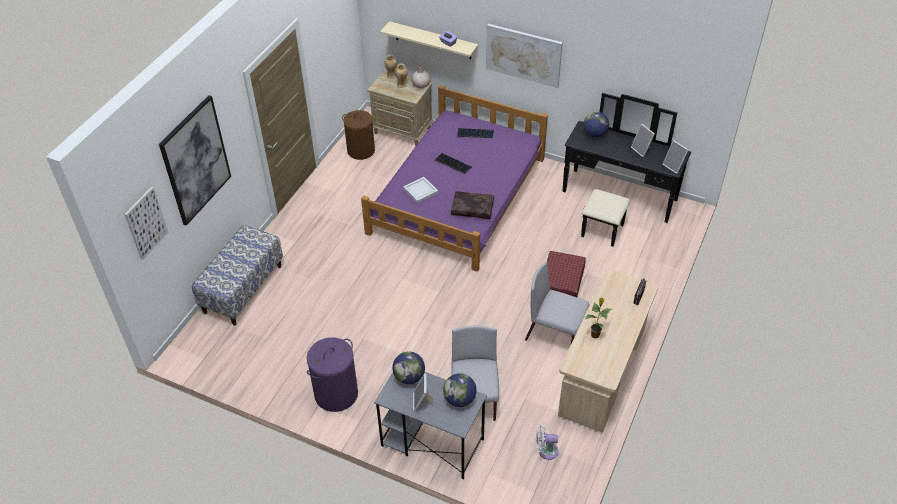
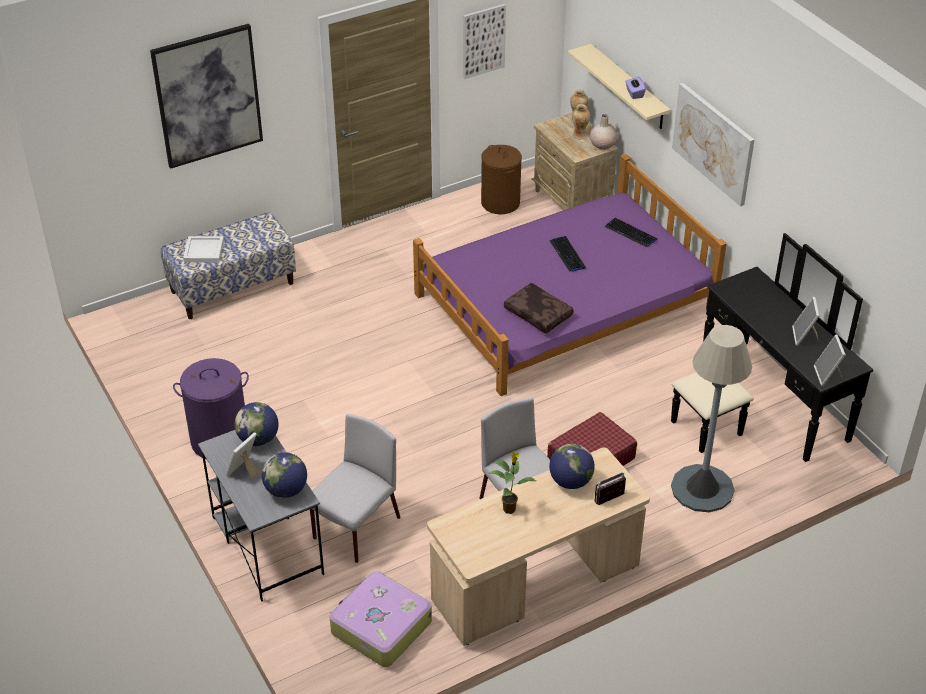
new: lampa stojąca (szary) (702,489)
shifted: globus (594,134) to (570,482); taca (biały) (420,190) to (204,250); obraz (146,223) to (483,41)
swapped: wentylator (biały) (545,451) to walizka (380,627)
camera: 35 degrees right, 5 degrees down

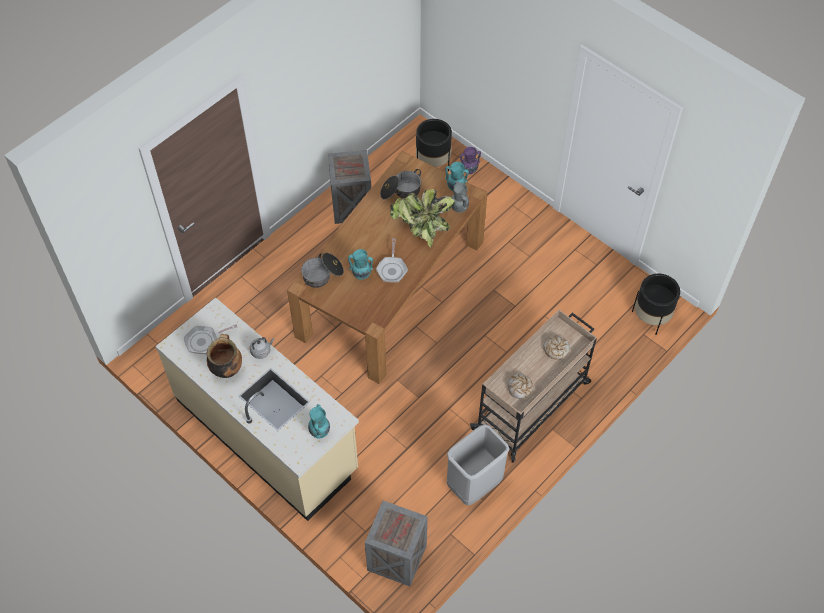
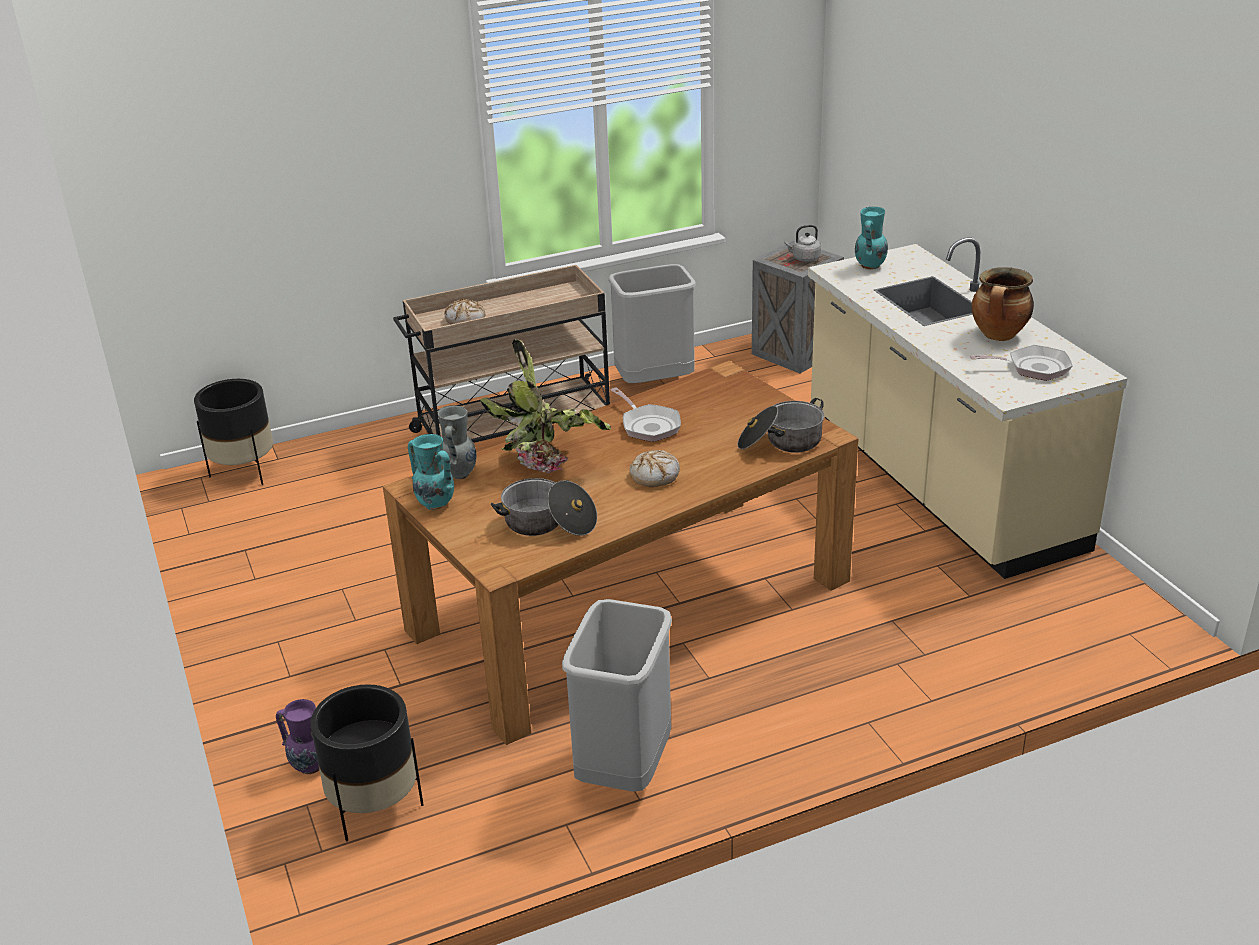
gone: wazon (turkusowy) (361,275)
shifted: czajnik (szary) (262,351) to (804,258); chleb (520,388) to (655,475)
swapped: skrzynka (351,206) to kosz na śmieci (szary) (625,770)
rotated: patelnia (392,269) = (648,425) 120 degrees clockwise
camera: 155 degrees left, 25 degrees down

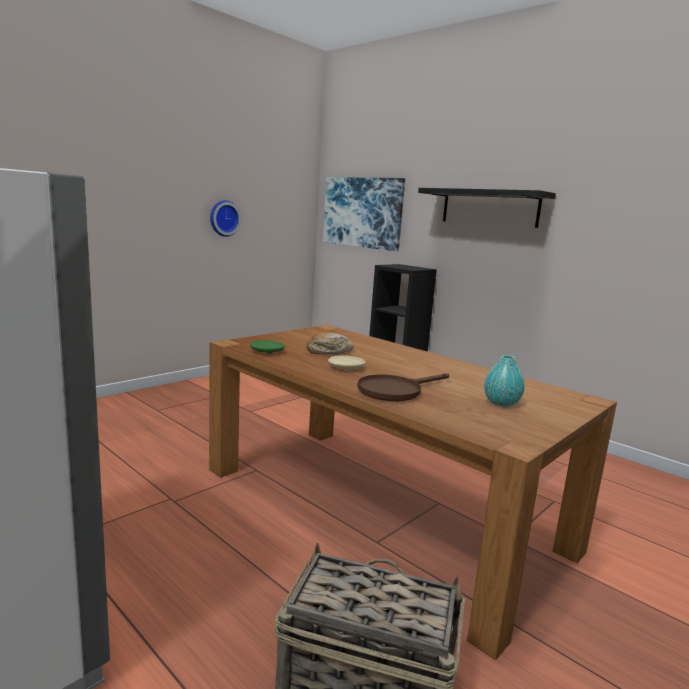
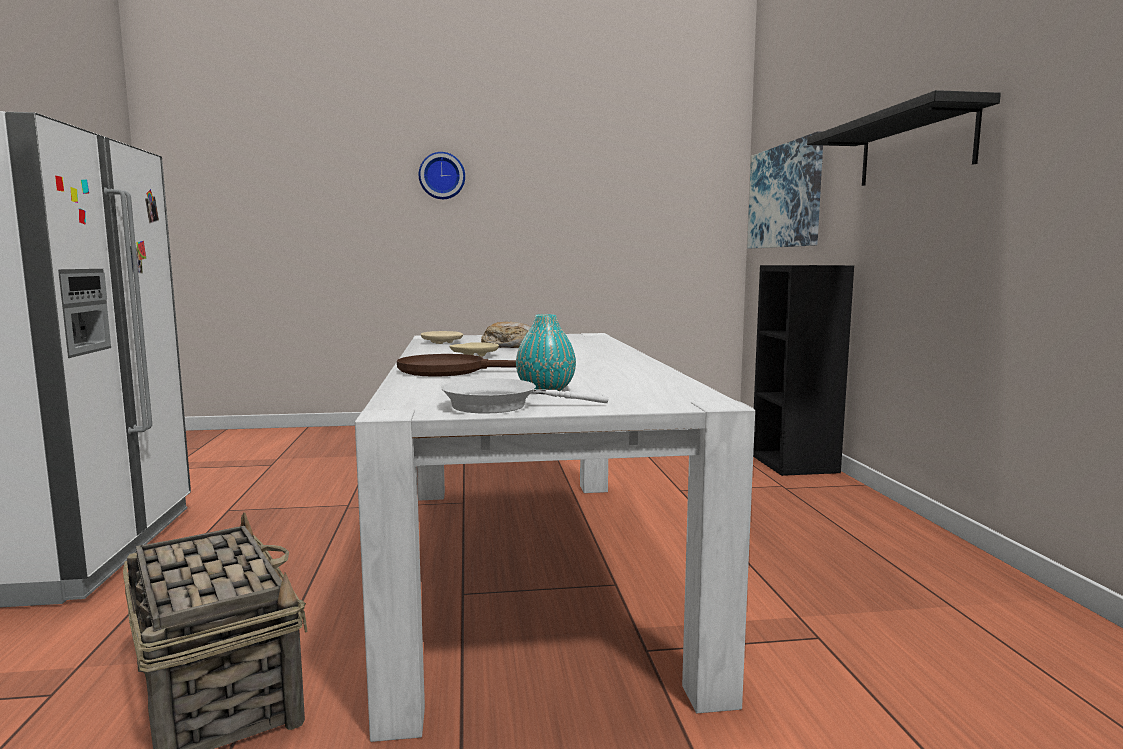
new: patelnia (biały) (498,406)
shifted: zegar ścienny (223,218) to (442,176)
repainted: stół jadalny (brązowy) (379,507) to stół jadalny (biały) (529,566); talerz (zielony) (267,351) to talerz (beżowy) (442,342)
camera: 40 degrees right, 5 degrees down

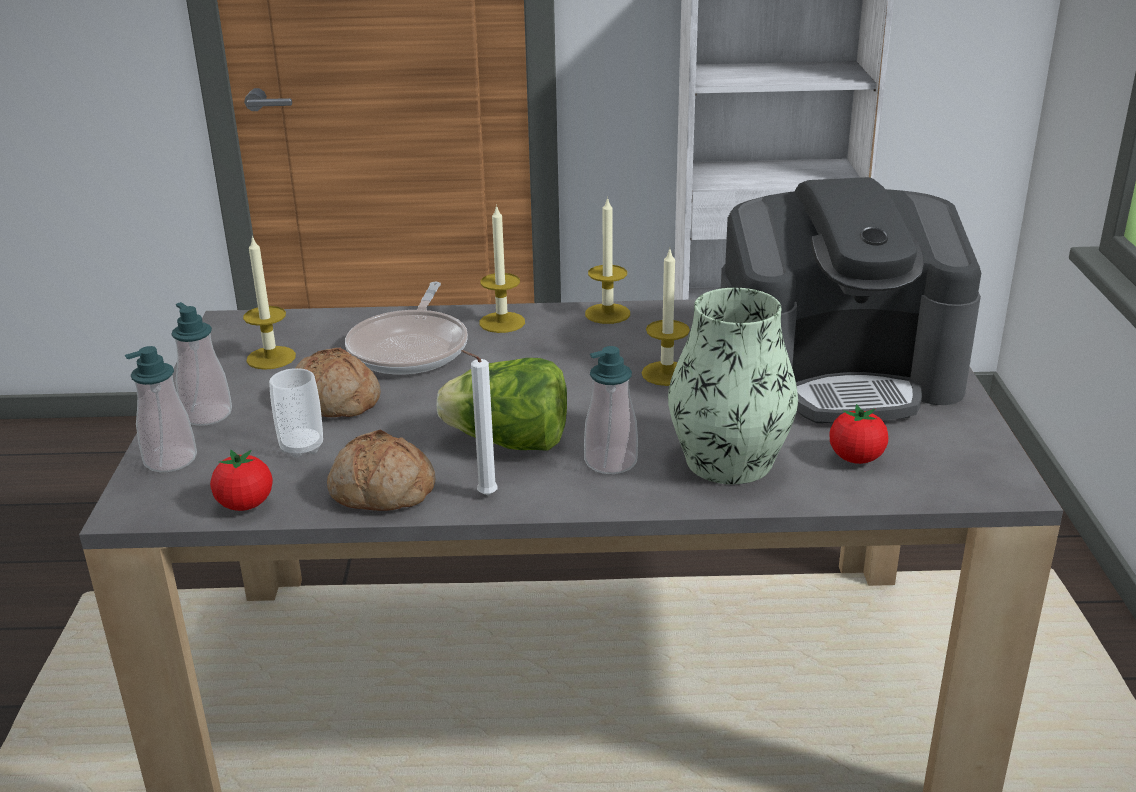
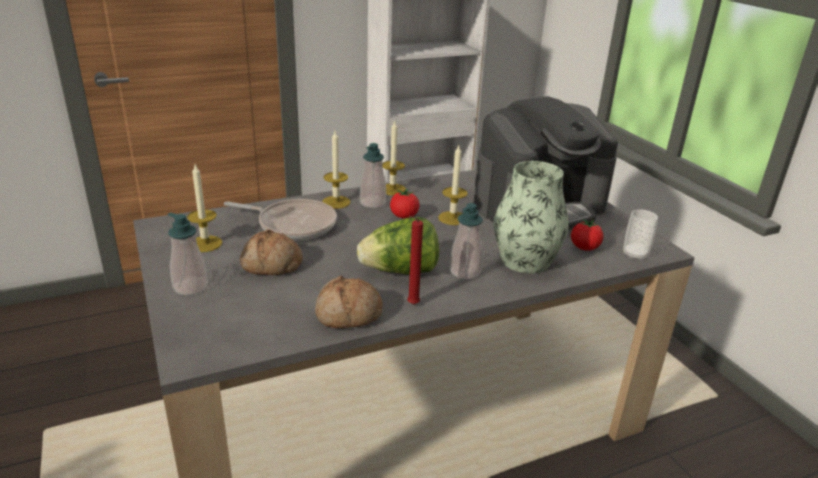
shifted: dozownik mydła (170,460) to (373,203); filiżanka (302,447) to (635,255); pomidor (245,505) to (404,216)
repainted: świeca (biały) (484,496) to świeca (czerwony) (411,305)
rotated: patelnia (411,348) = (293,224) 60 degrees counterclockwise
camera: 25 degrees left, 0 degrees up

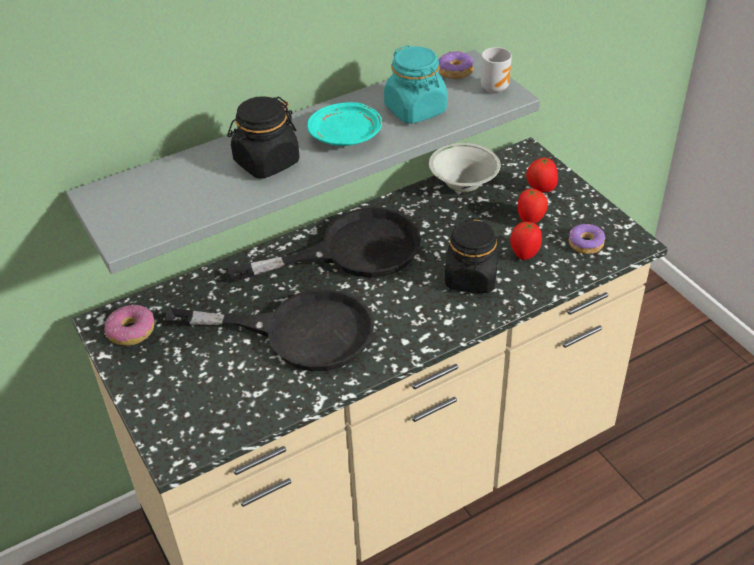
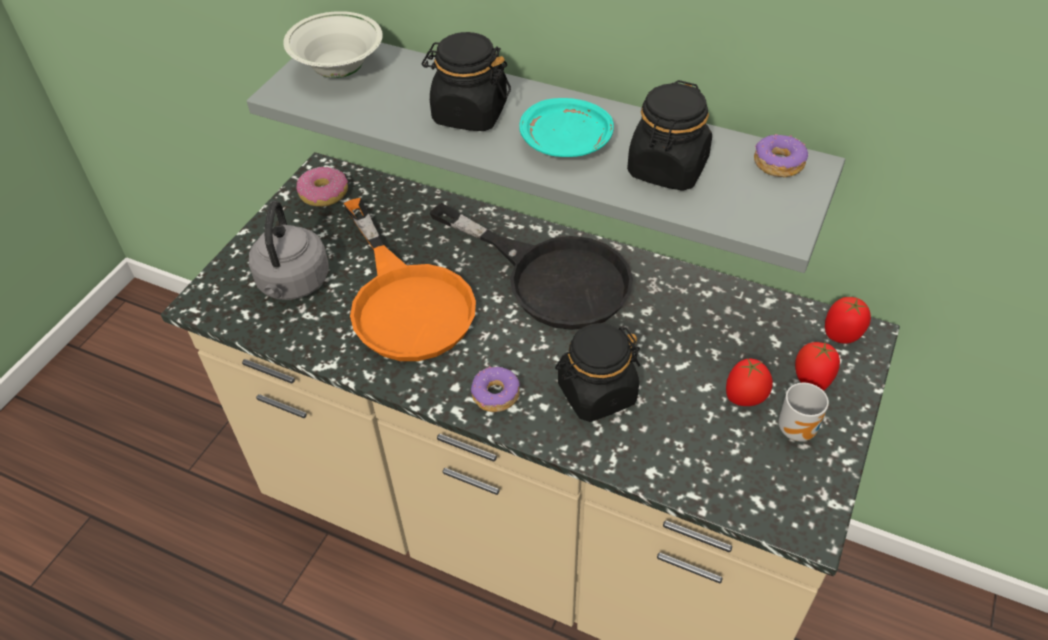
new: czajnik (szary) (293,284)
shifted: kubek (495,87) to (799,429); miska (biały) (463,185) to (339,70); pomidor (524,253) to (842,335); donut (586,244) to (495,395)
repainted: słoik (turkusowy) (416,110) to słoik (czarny) (667,169); patelnia (czarny) (299,332) to patelnia (pomarańczowy) (405,300)
camera: 55 degrees right, 5 degrees up

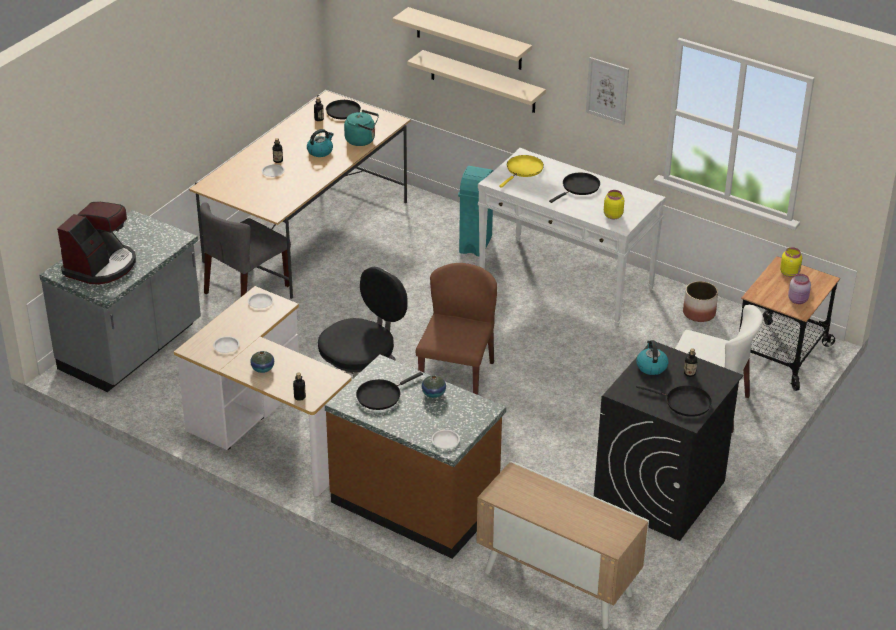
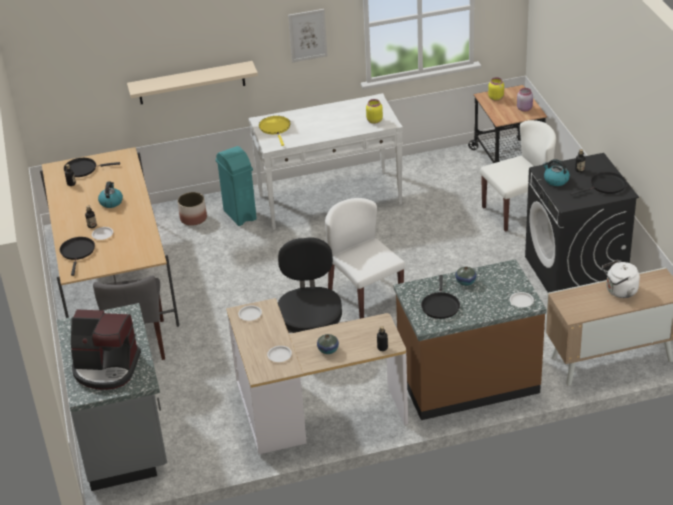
gone: półka (beżowy) (468,39); czajnik (turkusowy) (362,140)
new: czajnik (biały) (619,291)
shifted: patelnia (czarny) (579,187) to (77,252); donica (699,313) to (193,218)
repainted: krzesło (brązowy) (456,378) to krzesło (biały) (365,296)
rotated: ekspres do kawy (101,266) = (106,368) 120 degrees clockwise
camera: 45 degrees left, 0 degrees up

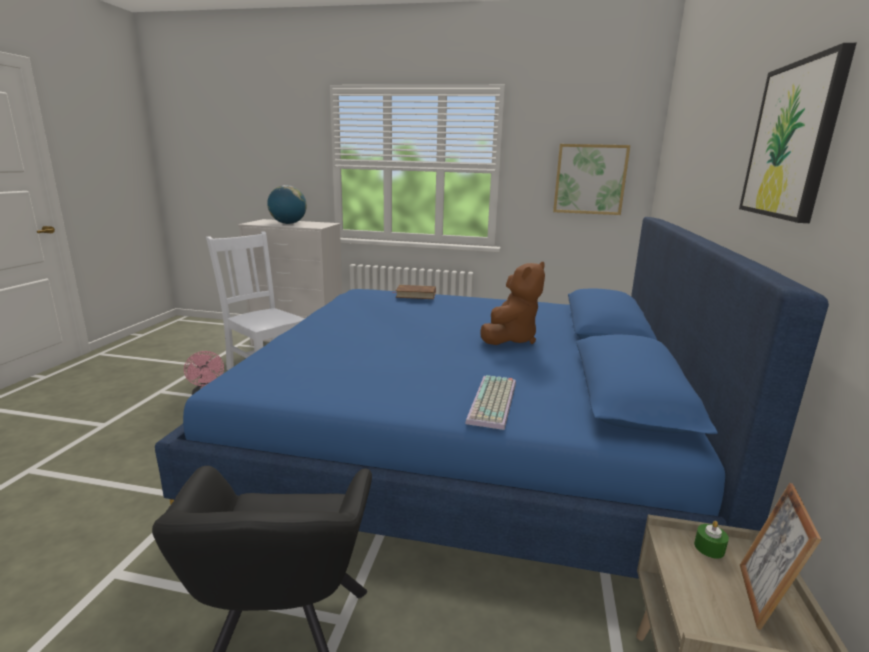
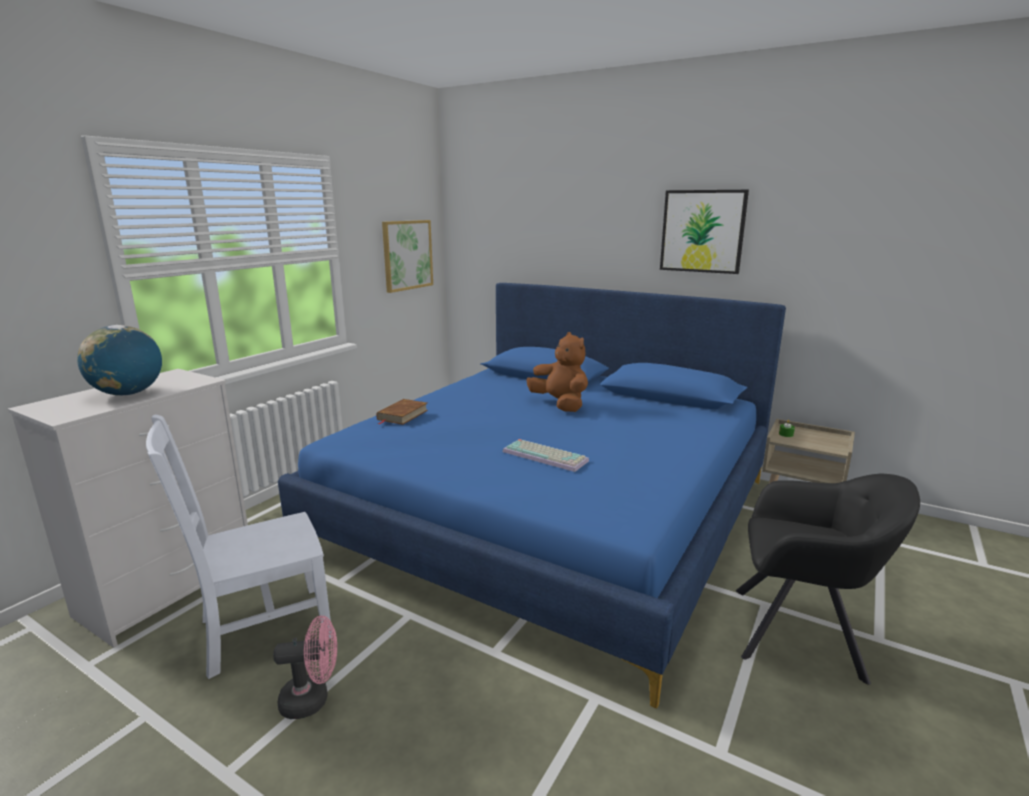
gone: ramka na zdjęcie (762,598)
shifted: klawiatura (494,402) to (546,456)
camera: 70 degrees left, 0 degrees up

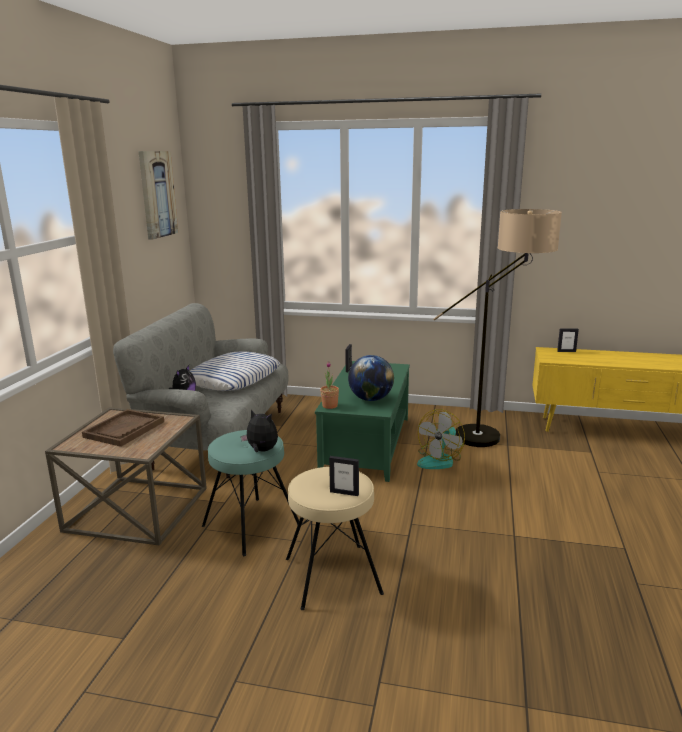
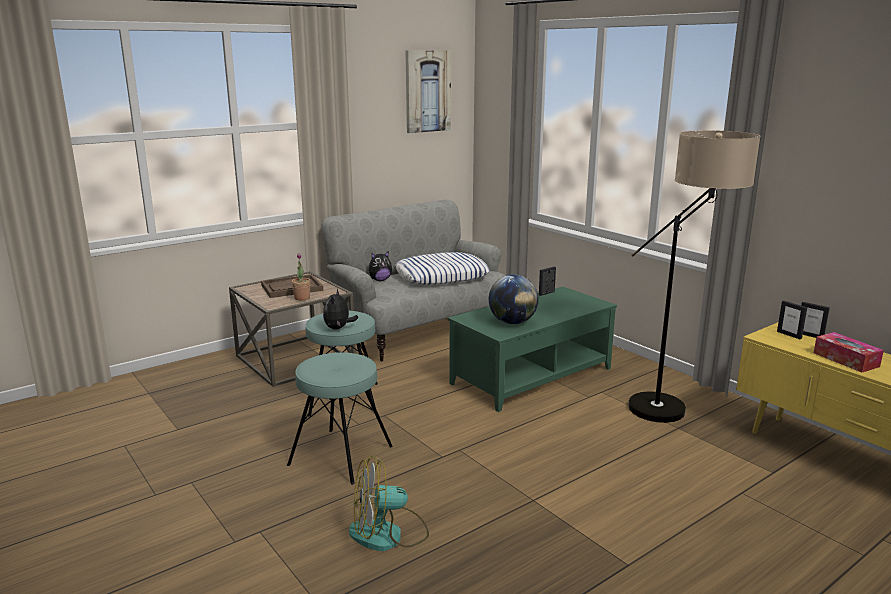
new: pudełko chusteczek (846,359)
shifted: roślina doniczkowa (329,406) to (302,298); wentylator (440,460) to (388,534); ramka na zdjęcie (344,493) to (789,335)
repainted: stołek (beżowy) (332,575) to stołek (turkusowy) (341,455)
rotated: pluszak (261,451) = (338,328) 150 degrees counterclockwise
camera: 40 degrees right, 0 degrees up

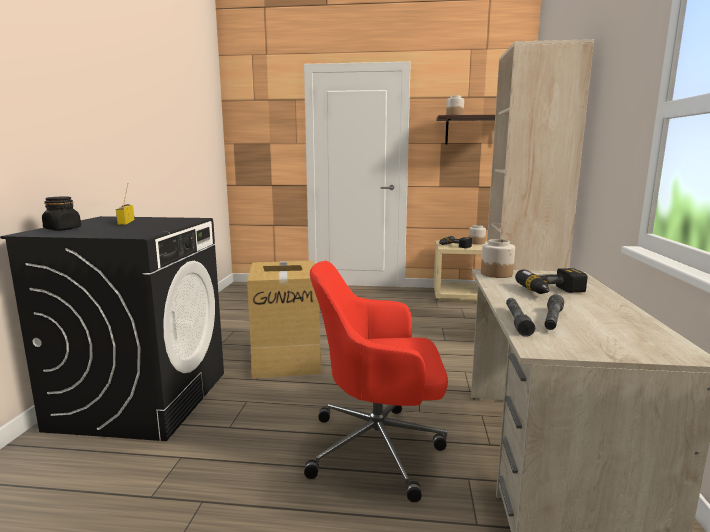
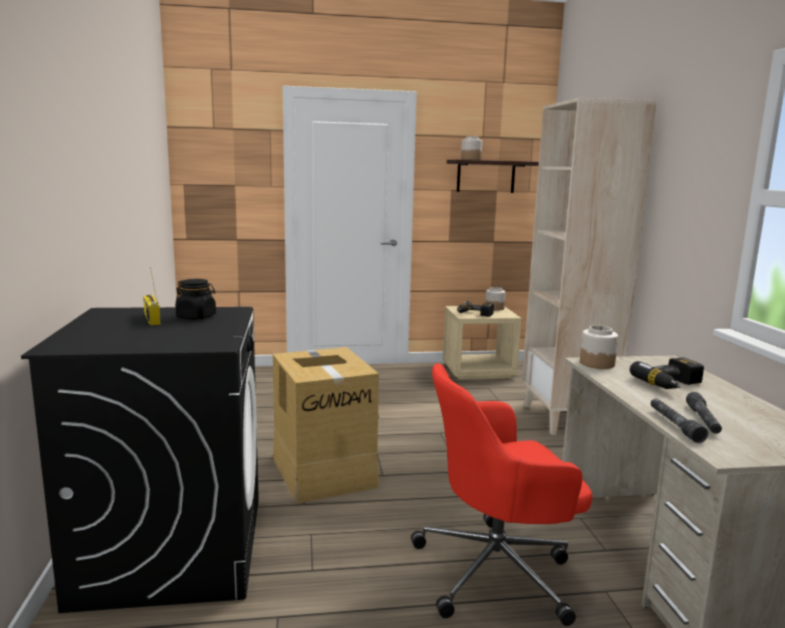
shifted: słoik (czarny) (63,229) to (196,317)
camera: 15 degrees left, 0 degrees up

